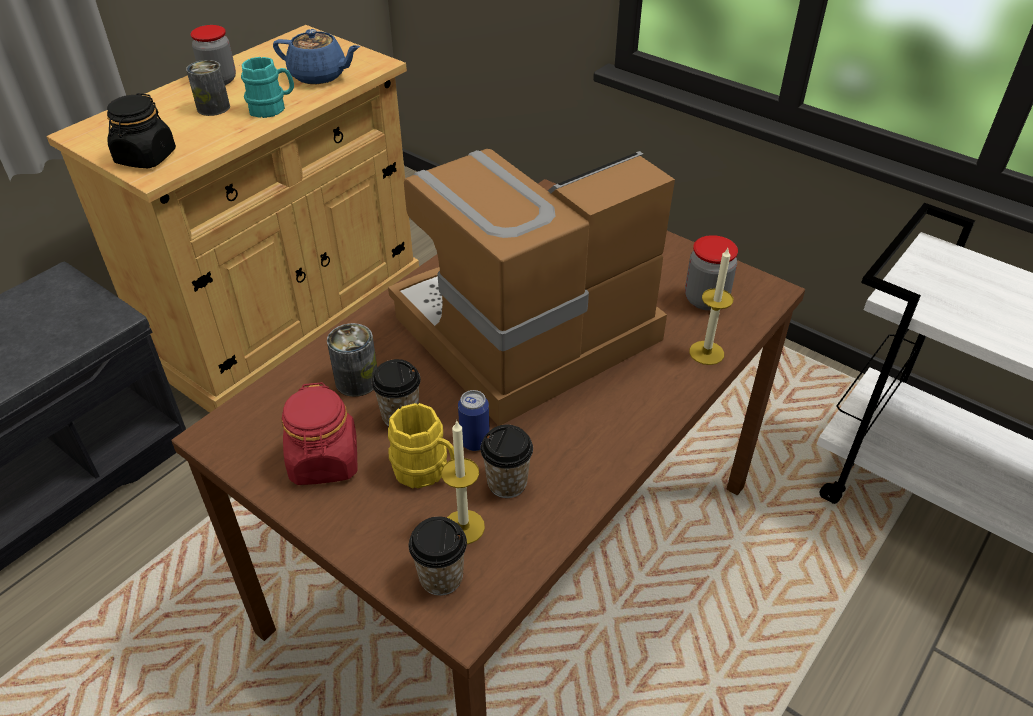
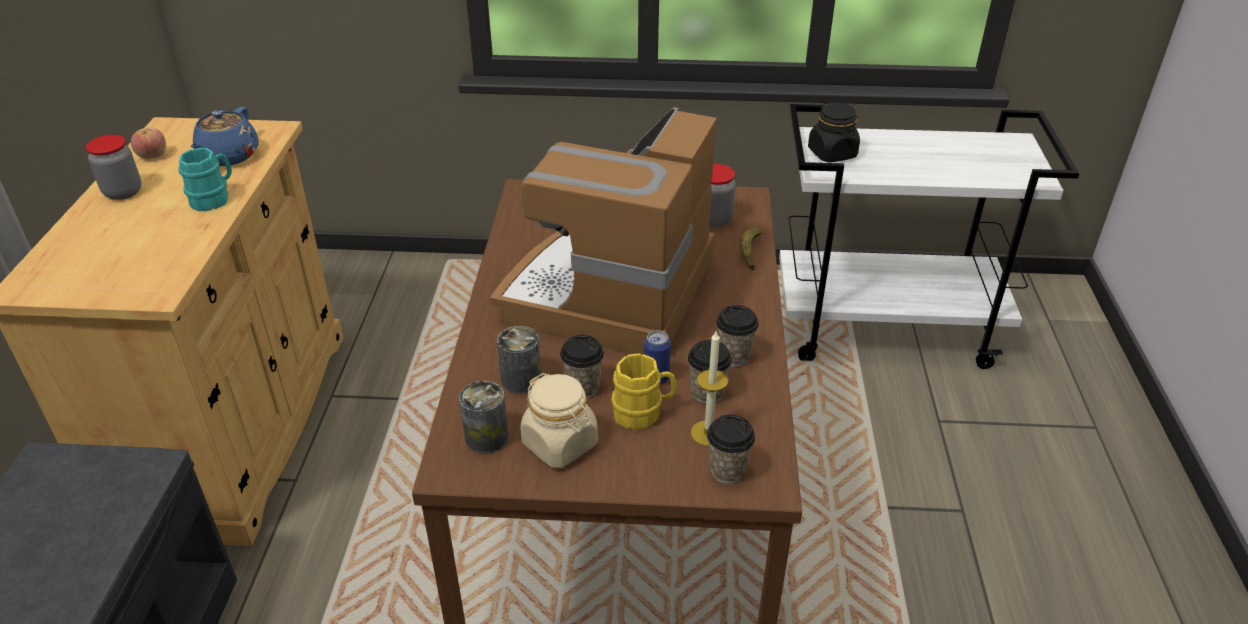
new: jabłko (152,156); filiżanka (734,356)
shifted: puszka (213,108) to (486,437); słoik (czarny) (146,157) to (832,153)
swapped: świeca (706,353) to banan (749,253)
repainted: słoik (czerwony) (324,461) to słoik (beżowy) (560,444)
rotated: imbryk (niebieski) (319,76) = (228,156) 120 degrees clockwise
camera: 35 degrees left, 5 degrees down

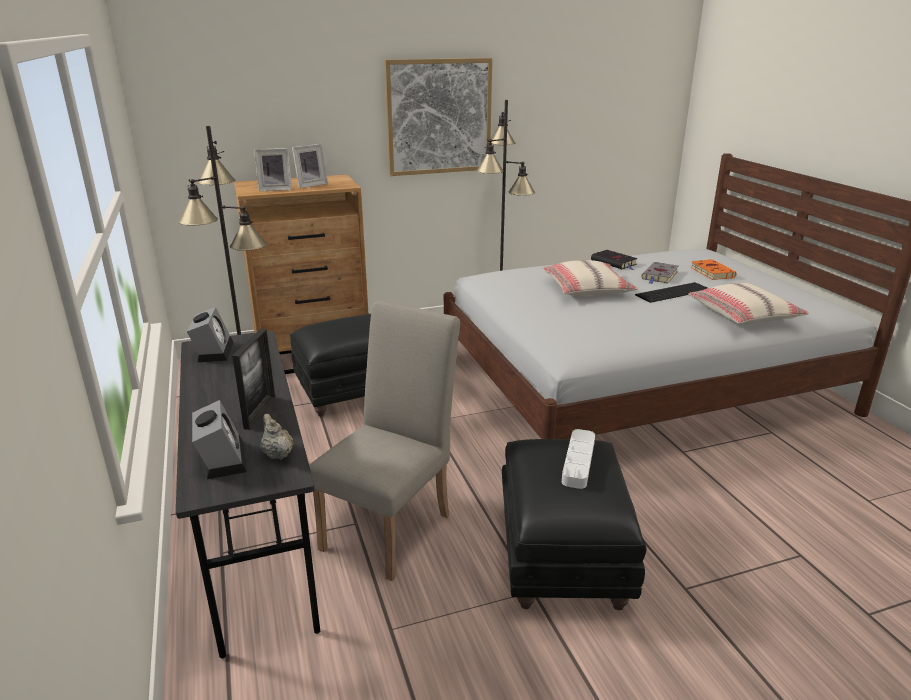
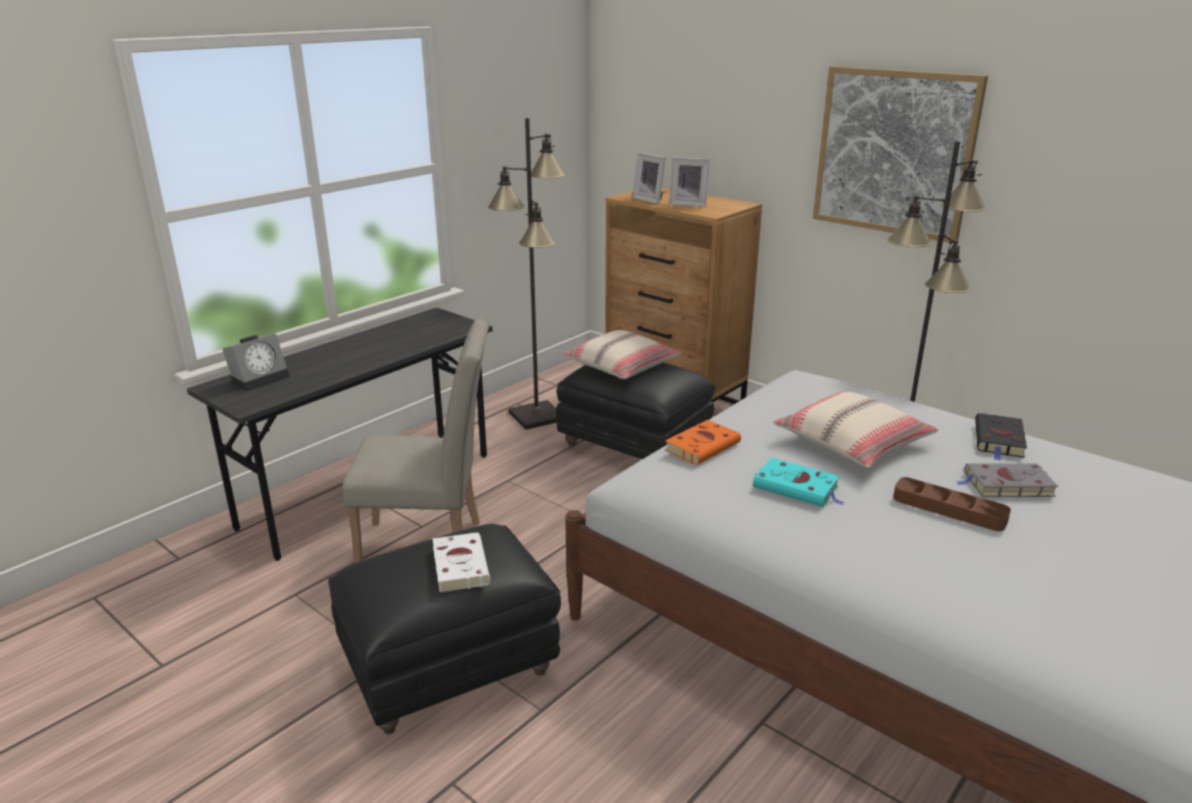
gone: budzik (213,351); ramka na zdjęcie (260,412); imbryk (beżowy) (277,454)
new: książka (turkusowy) (798,488)
shifted: książka (pomarańczowy) (711,272) to (703,446); poduszka (beżowy) (744,315) to (621,366)
swapped: klawiatura (674,293) to taca (brązowy) (949,509); taca (biały) (578,462) to książka (biały) (459,565)
camera: 60 degrees right, 0 degrees up

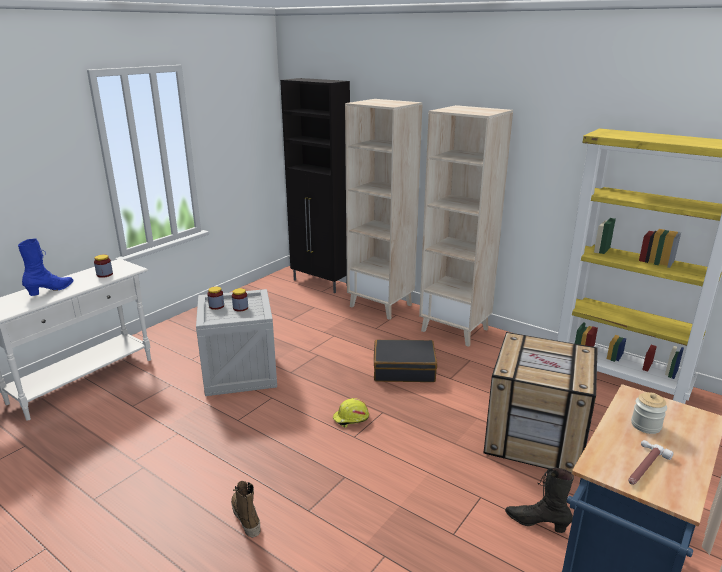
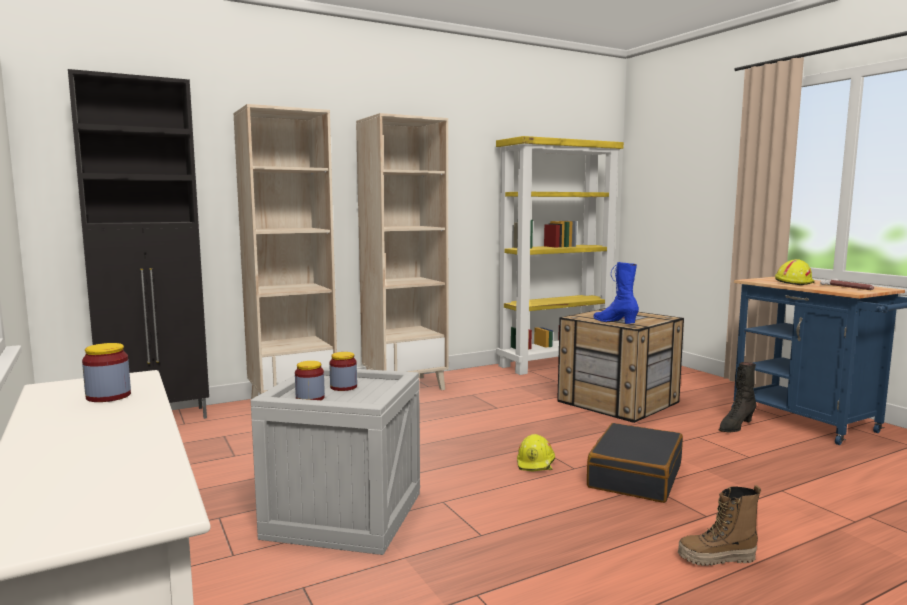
shifted: but z cholewką (niebieski) (51,290) to (615,322); walizka (czarny) (404,369) to (634,476)
swapped: słoik (646,425) to kask (żółty) (793,283)
camera: 65 degrees left, 15 degrees down

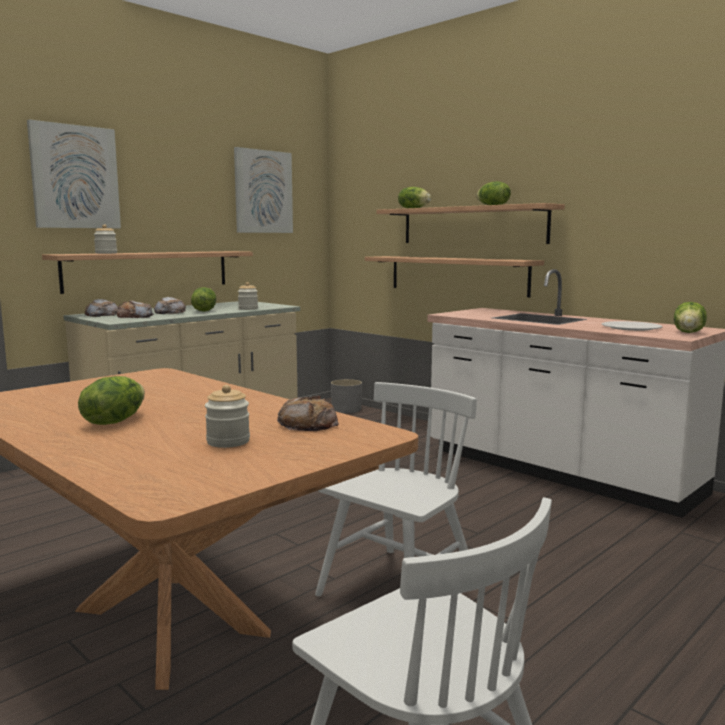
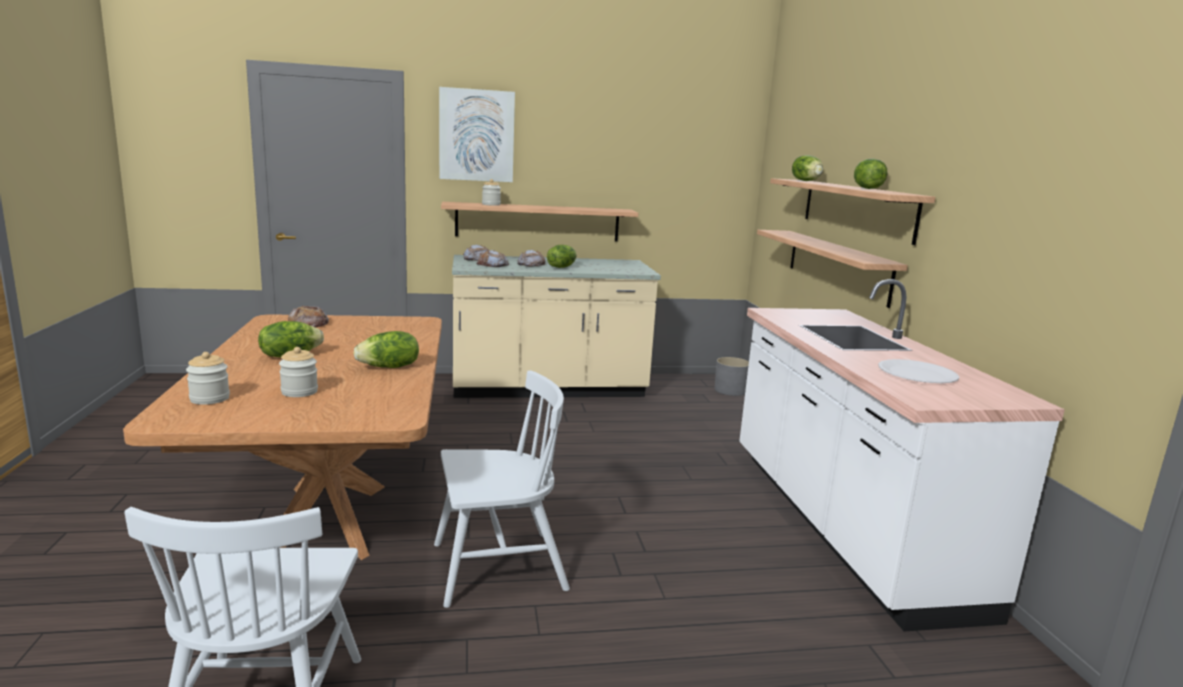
gone: obraz (263,192)
shifted: słoik (248,308) to (209,399); sałata (689,333) to (389,367); chleb (308,423) to (308,323)
camera: 35 degrees right, 5 degrees up

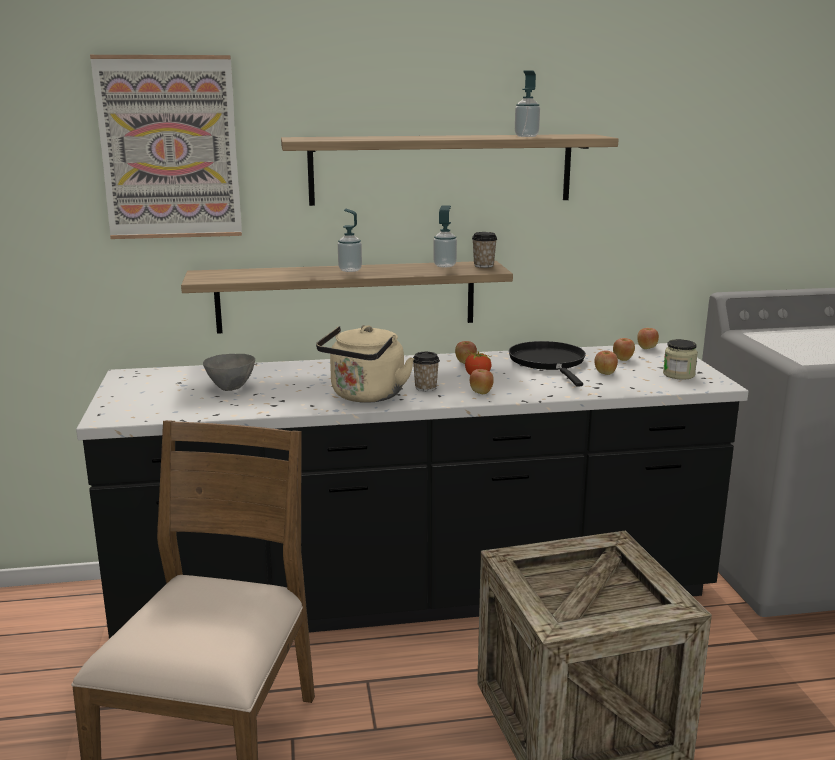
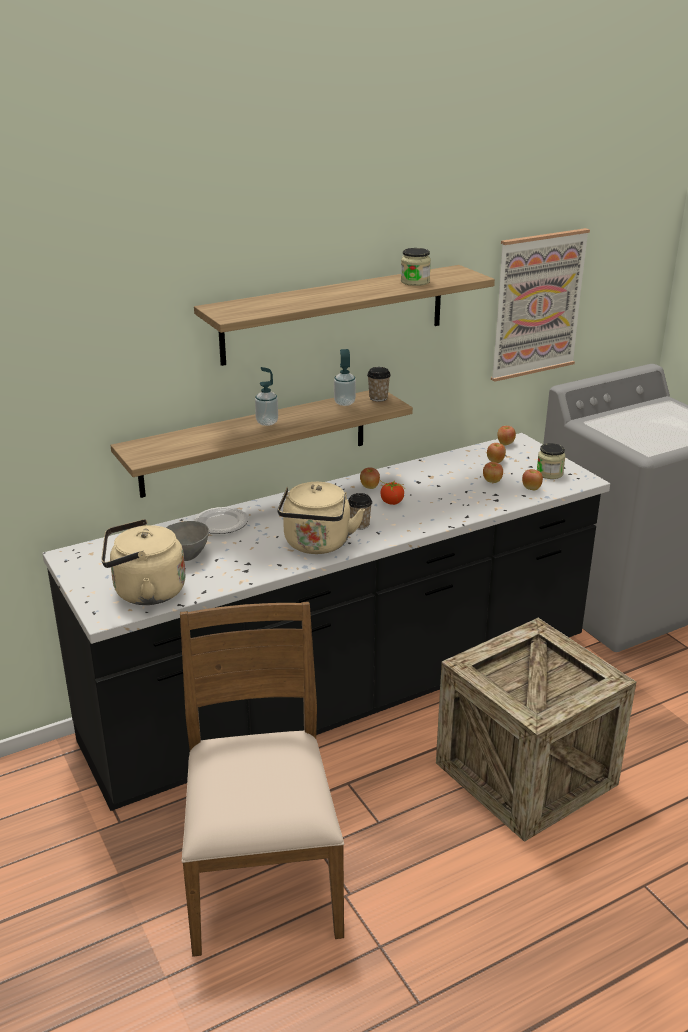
gone: patelnia (czarny) (549,363)
new: talerz (220,523); czajnik (beżowy) (145,592)
shifted: obraz (169,148) to (537,304); jabłko (481,392) to (531,488)
swapped: dozownik mydła (526,136) to słoik (415,282)
camera: 20 degrees left, 10 degrees up

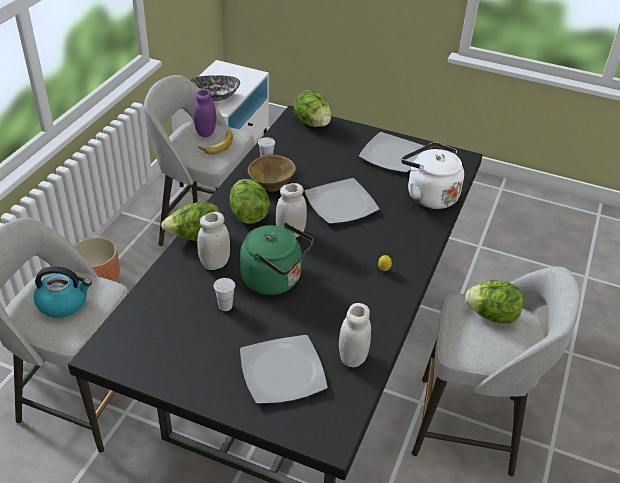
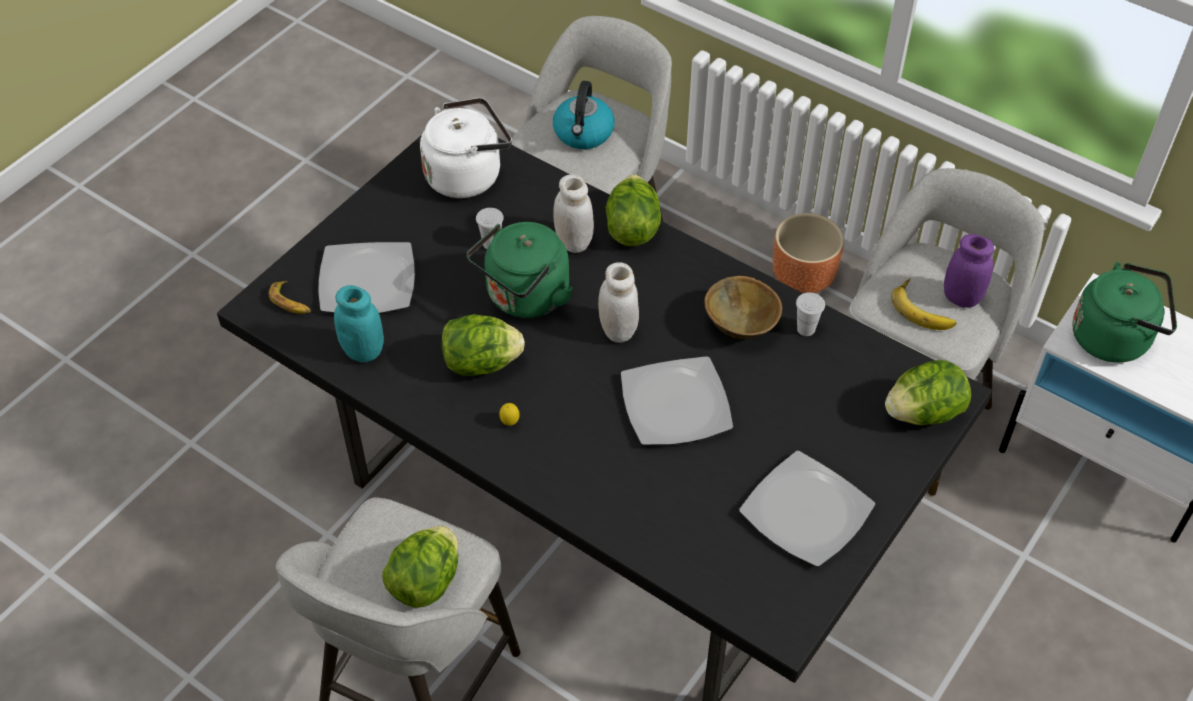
new: banan (291,302)
shifted: czajnik (biały) (429,195) to (467,174); sałata (248,214) to (481,363)
swapped: miska (215,97) to czajnik (zielony) (1115,338)
repainted: słoik (biały) (352,357) to słoik (turkusowy) (363,351)
camera: 105 degrees right, 10 degrees up

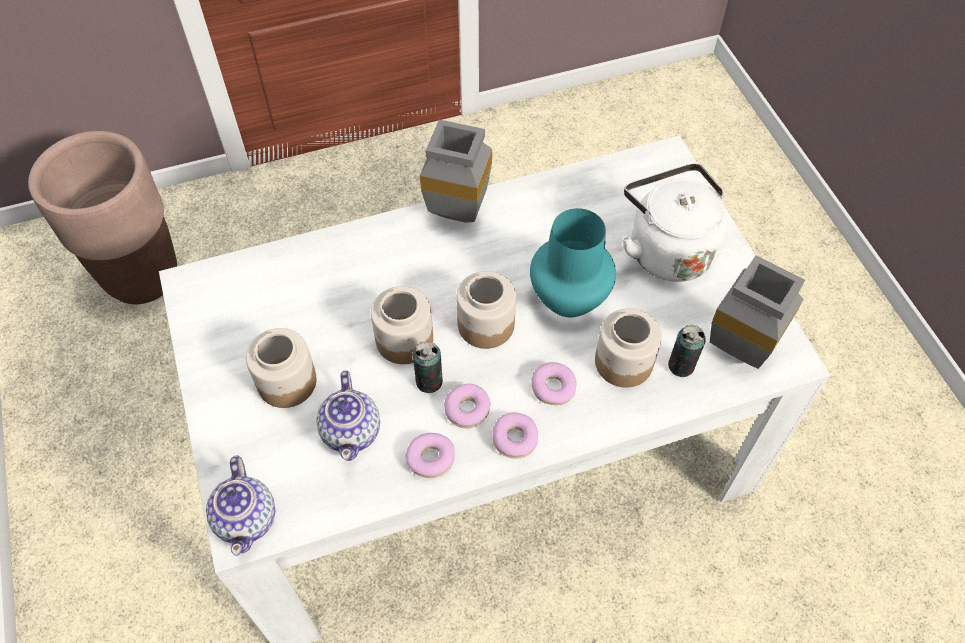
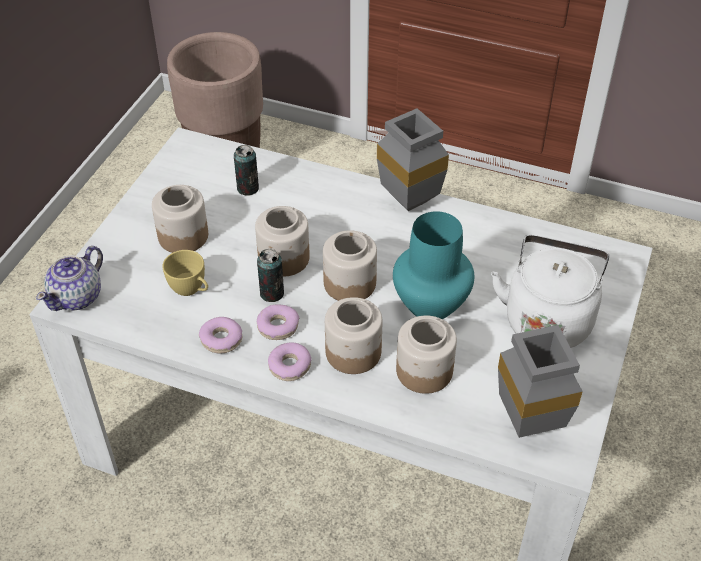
shifted: puszka (681,366) to (248,188)
swapped: donut (553,388) to słoik (352,353); imbryk (352,431) to filiżanka (żółty) (191,290)
camera: 40 degrees right, 10 degrees down

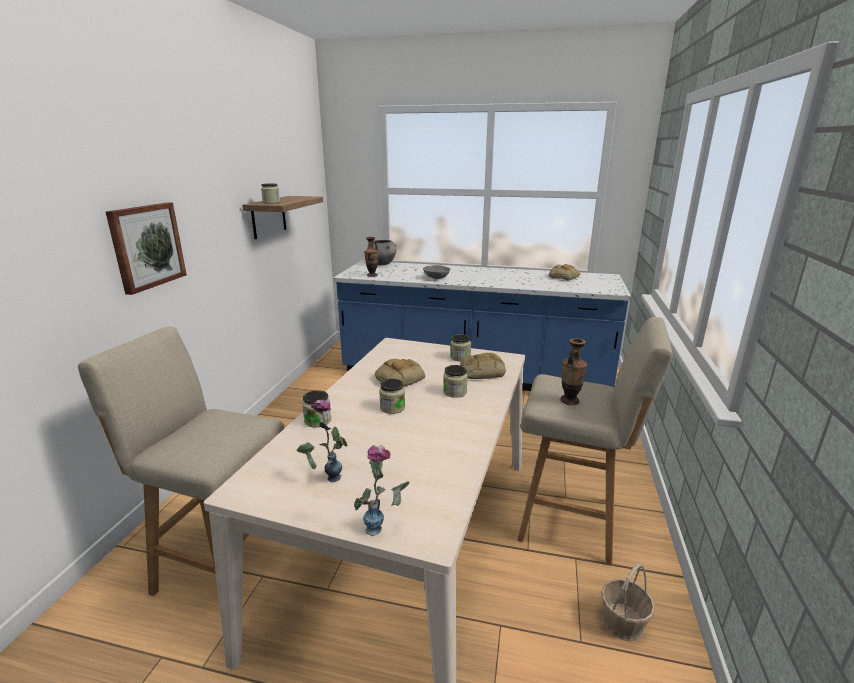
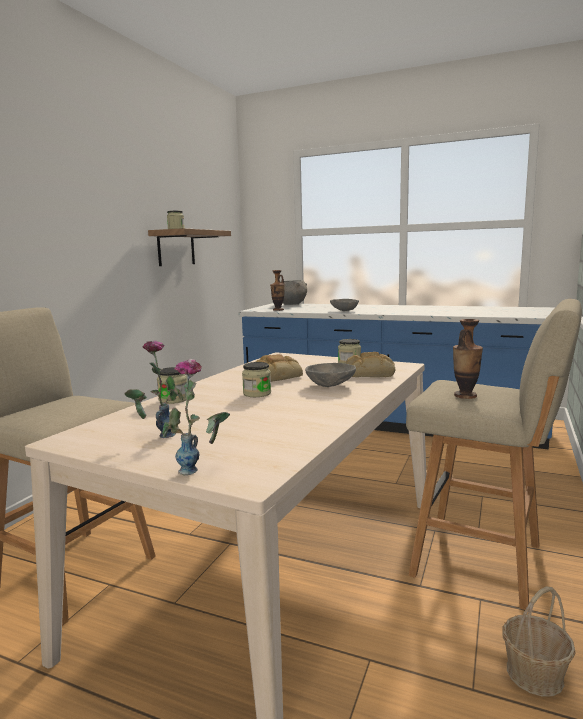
gone: obraz (146,246); chleb (563,276)
swapped: słoik (455,392) to miska (szary) (331,385)
camera: 10 degrees right, 10 degrees down

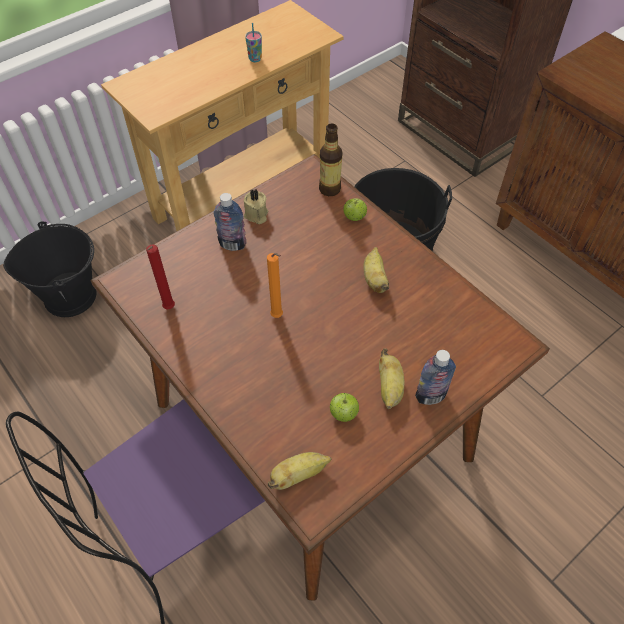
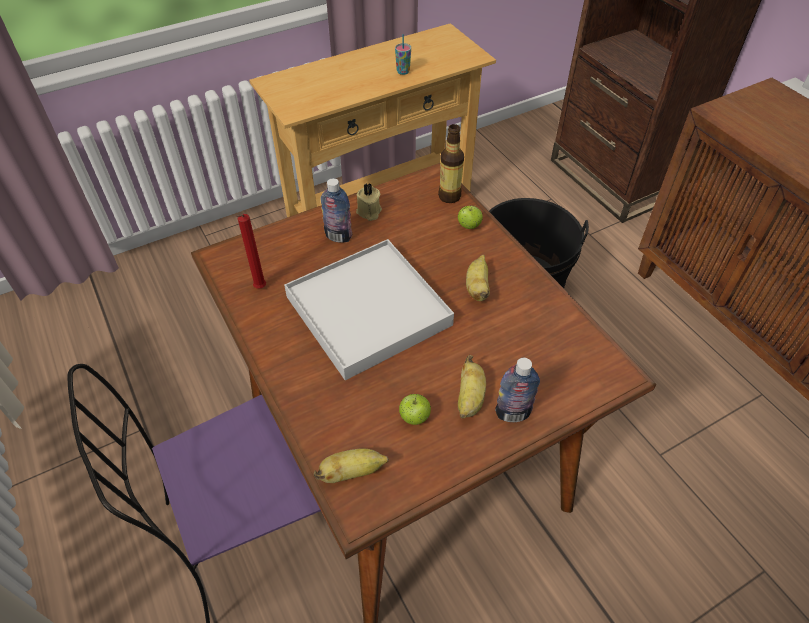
gone: wiadro (czarny) (70,295)
swapped: świeca (pomarańczowy) (278,317) to taca (biały) (368,311)
camera: 10 degrees right, 5 degrees down

